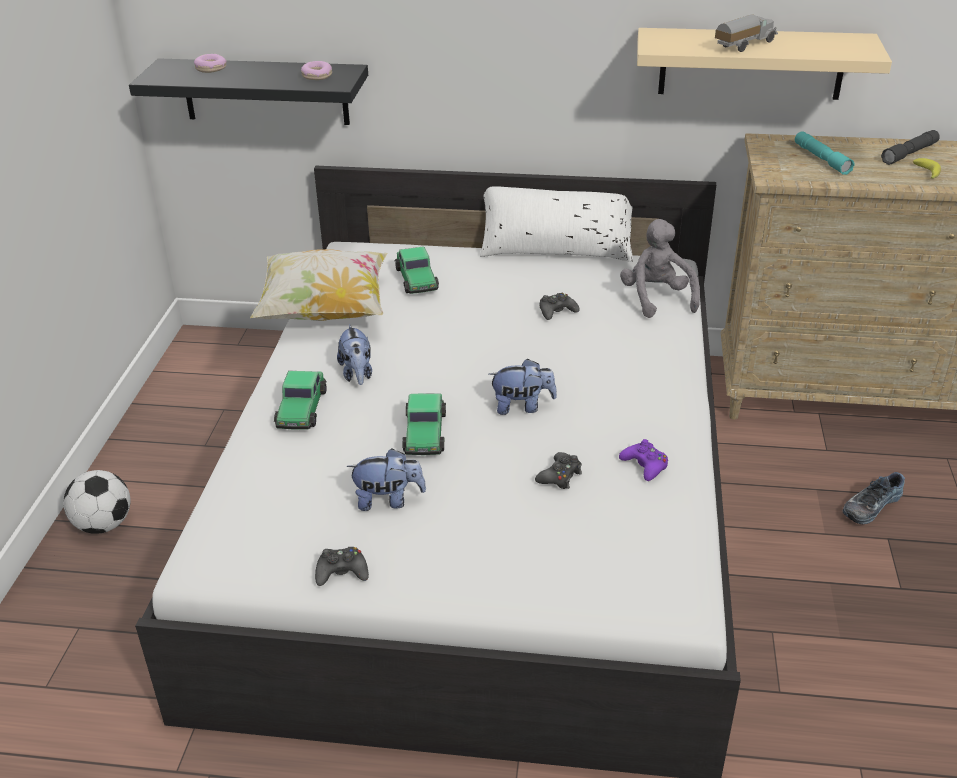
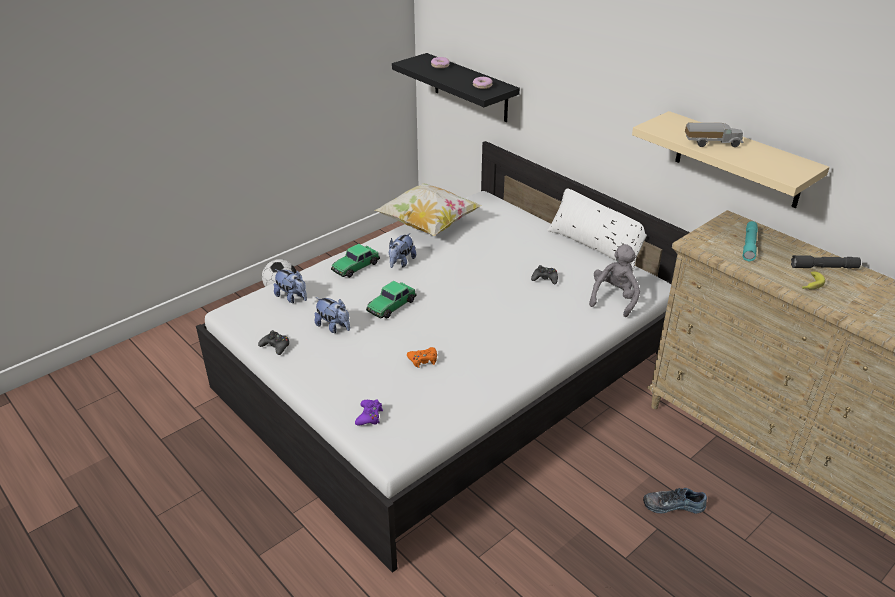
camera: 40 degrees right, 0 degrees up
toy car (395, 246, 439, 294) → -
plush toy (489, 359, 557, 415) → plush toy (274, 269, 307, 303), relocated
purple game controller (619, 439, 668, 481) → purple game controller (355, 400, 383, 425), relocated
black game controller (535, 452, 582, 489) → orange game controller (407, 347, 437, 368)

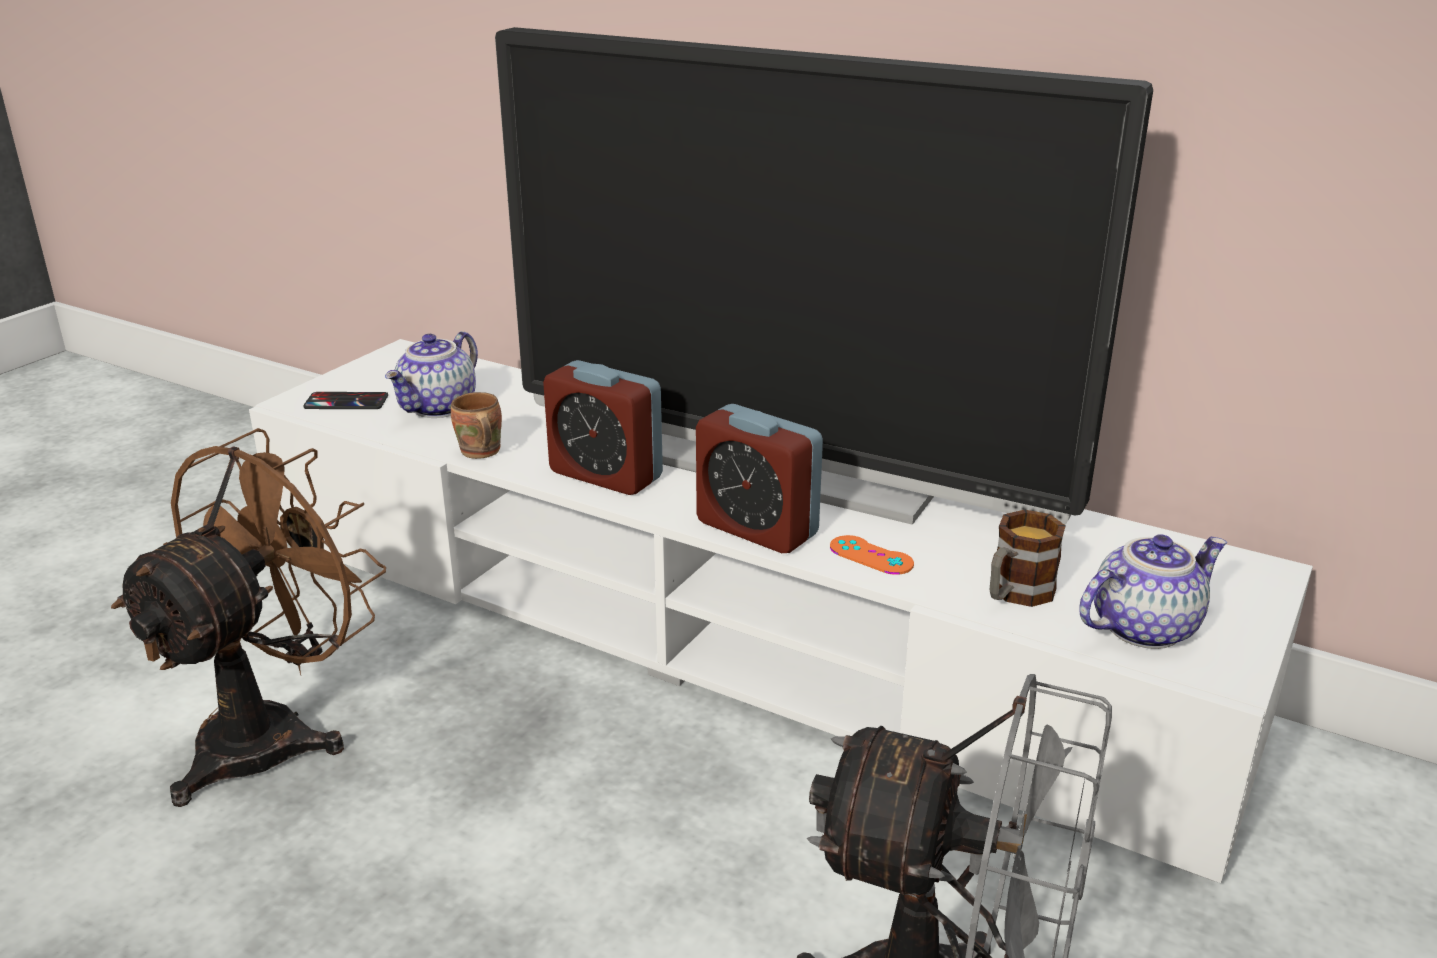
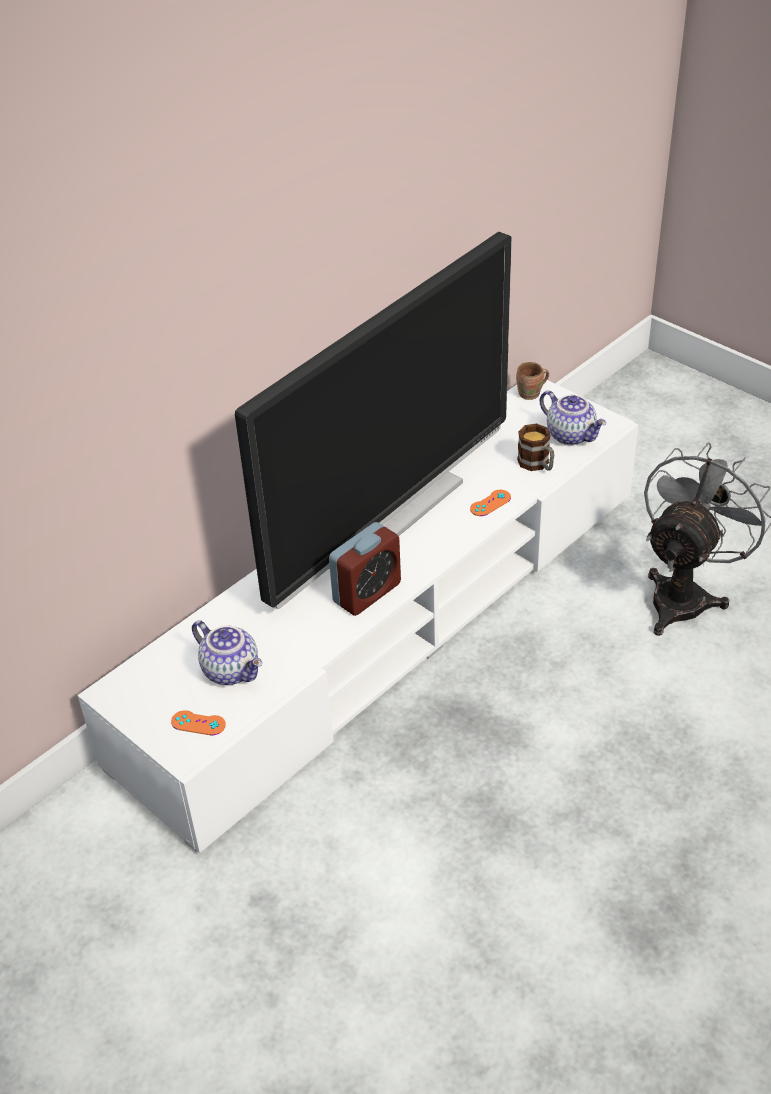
camera: 75 degrees left, 15 degrees up
phone (303, 392, 388, 409) → orange game controller (171, 710, 226, 735)
brown mug (451, 392, 502, 459) → brown mug (516, 362, 549, 400), relocated
alarm clock (696, 404, 823, 553) → -
brown fan (111, 428, 386, 807) → -
teapot (1079, 534, 1227, 649) → teapot (540, 391, 606, 445), 150 degrees clockwise

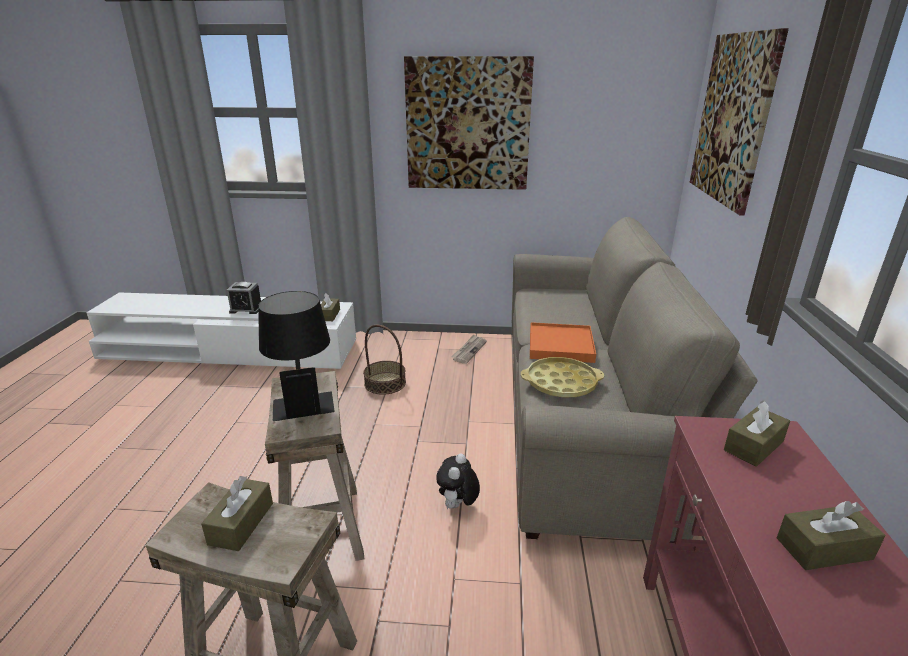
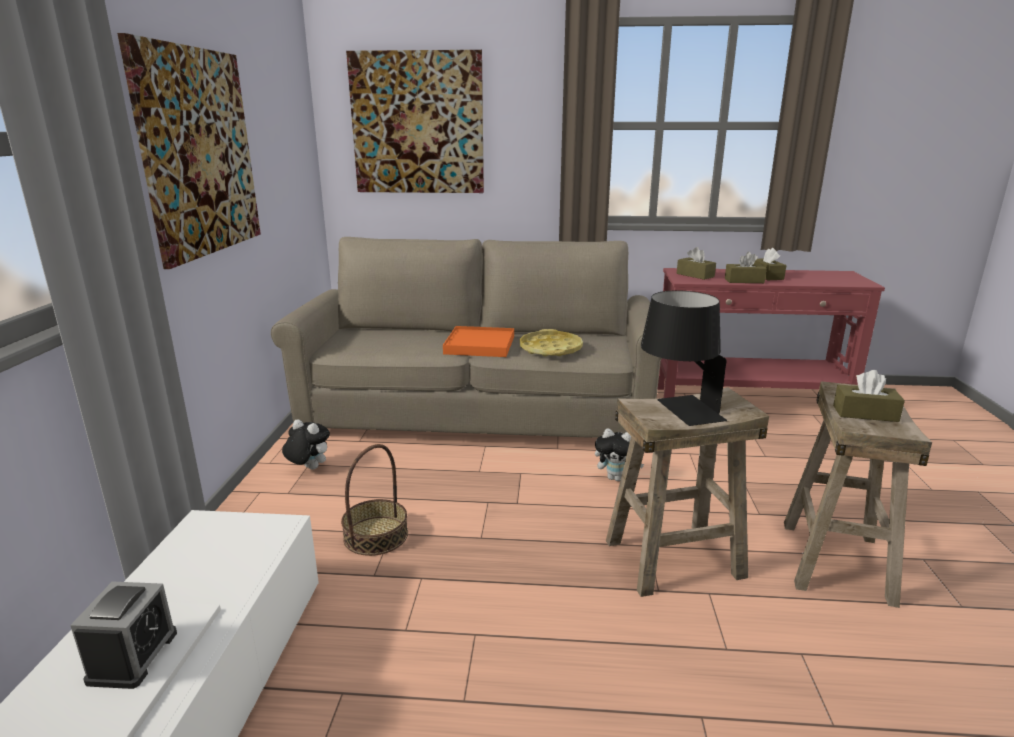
camera: 90 degrees left, 5 degrees down
brown tissue box (321, 293, 340, 321) → brown tissue box (725, 252, 767, 283), relocated
newspaper (451, 335, 487, 364) → plush toy (282, 419, 330, 470)

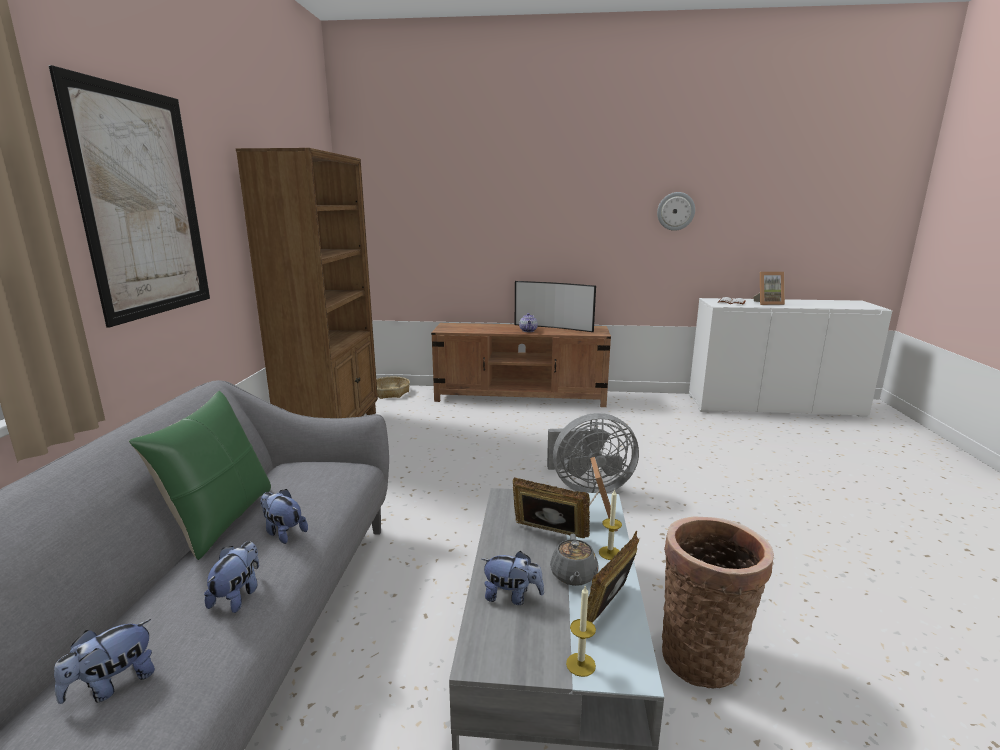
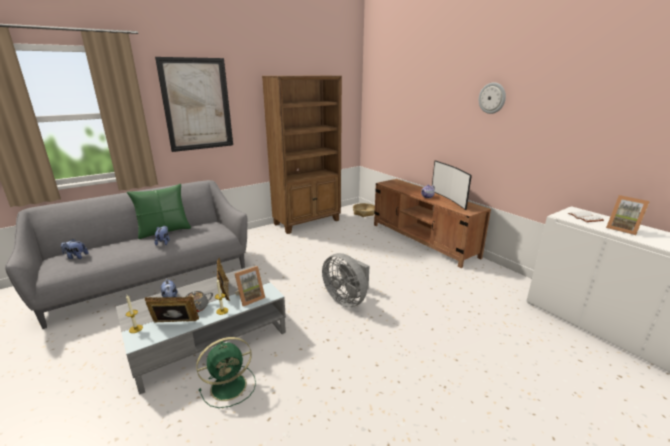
camera: 50 degrees right, 5 degrees up
wall clock (657, 192, 695, 231) → wall clock (479, 82, 506, 114), relocated
basket (662, 516, 774, 689) → green fan (196, 337, 256, 408)
plush toy (204, 541, 259, 613) → -

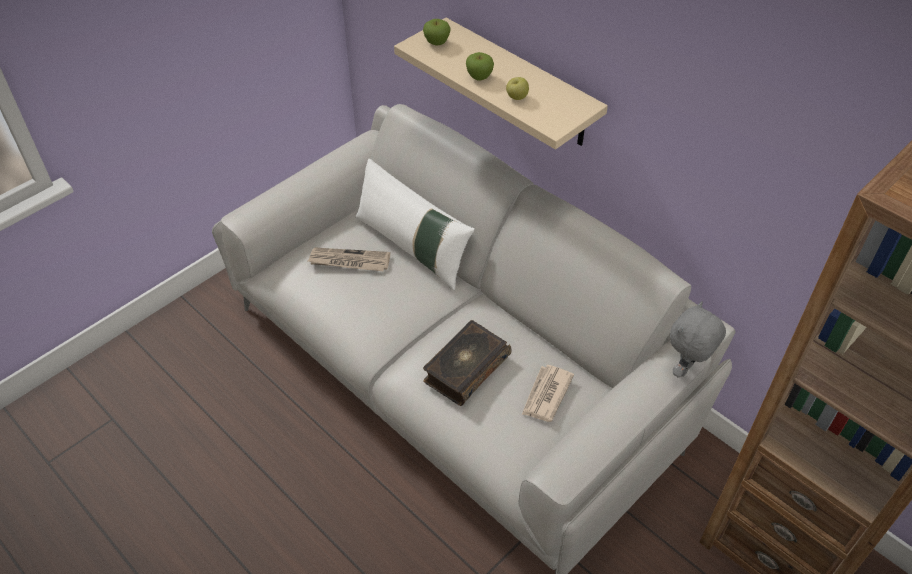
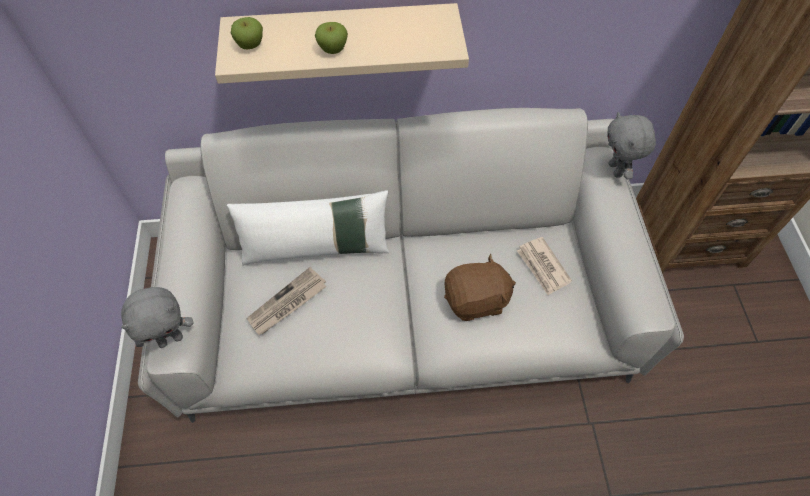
camera: 50 degrees left, 10 degrees up
apple (506, 77, 529, 100) → -
book (423, 320, 512, 406) → brown plush toy (444, 254, 516, 321)
- → grey plush toy (121, 287, 194, 348)

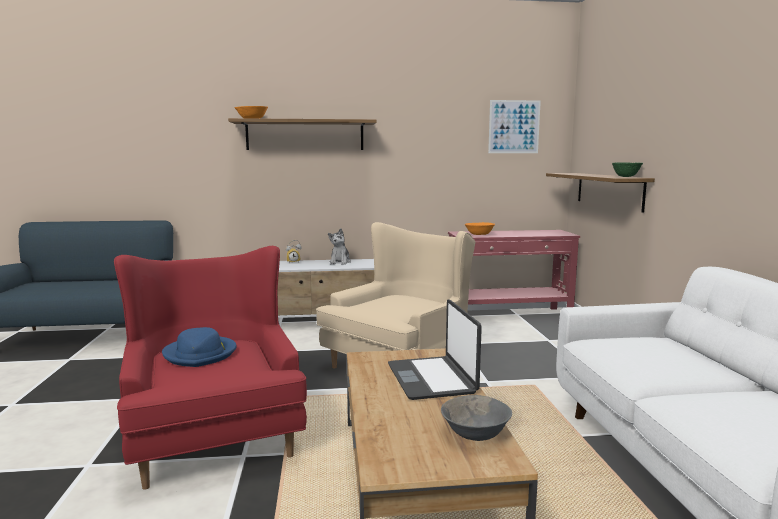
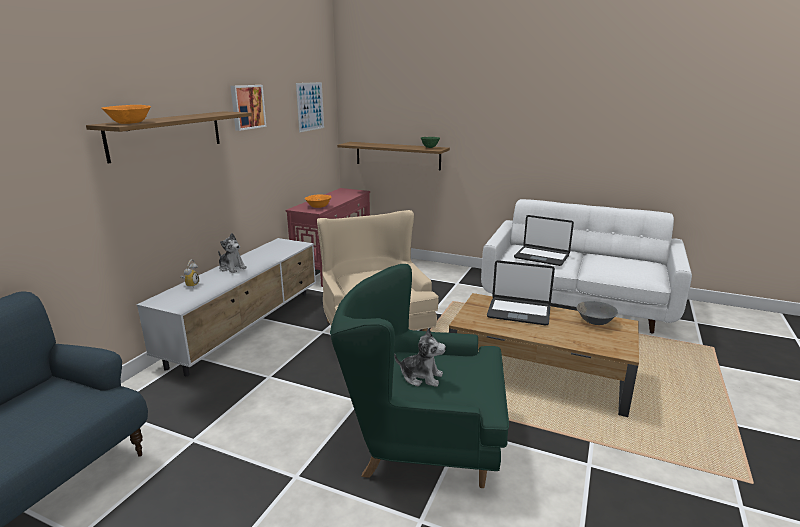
camera: 60 degrees left, 10 degrees up
red armchair (114, 246, 307, 490) → green armchair (330, 264, 509, 488)
blue hat (162, 327, 237, 367) → plush toy (394, 328, 446, 387)
- → picture (231, 85, 266, 131)
- → laptop (514, 215, 574, 266)

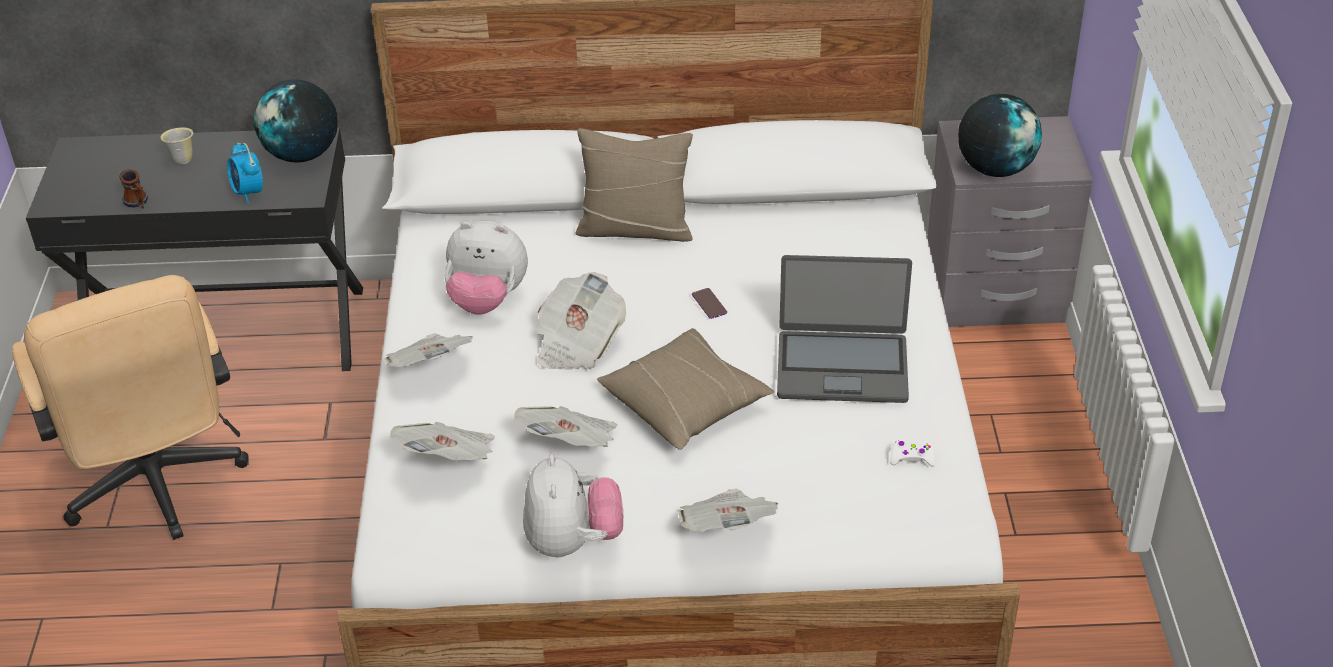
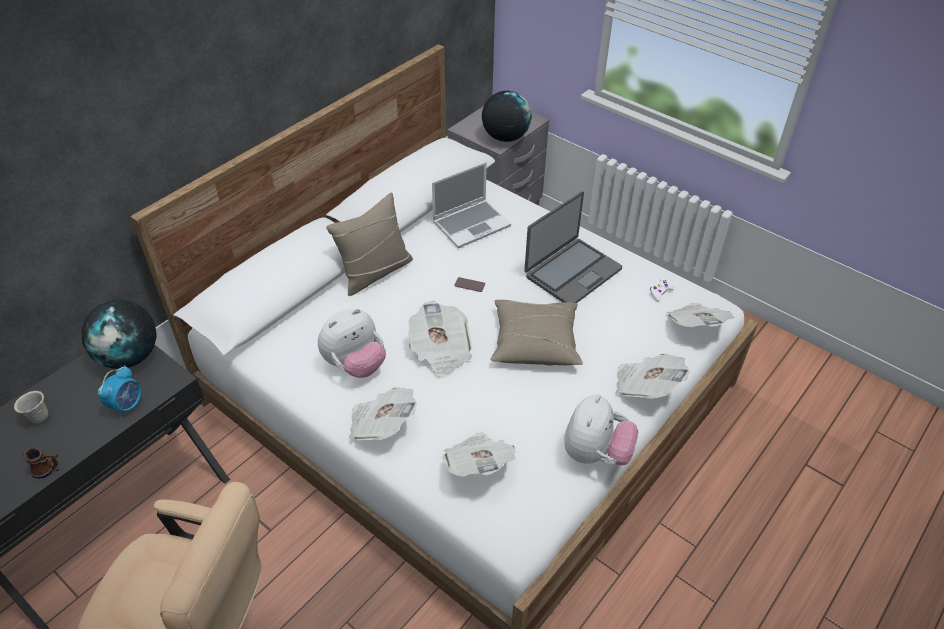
camera: 50 degrees left, 5 degrees up
alarm clock (227, 142, 263, 203) → alarm clock (97, 366, 142, 419), 75 degrees counterclockwise
newspaper (514, 406, 617, 447) → newspaper (666, 303, 735, 327), relocated
plush toy (523, 454, 623, 558) → plush toy (564, 394, 638, 465), 75 degrees clockwise
- → laptop (432, 162, 511, 248)

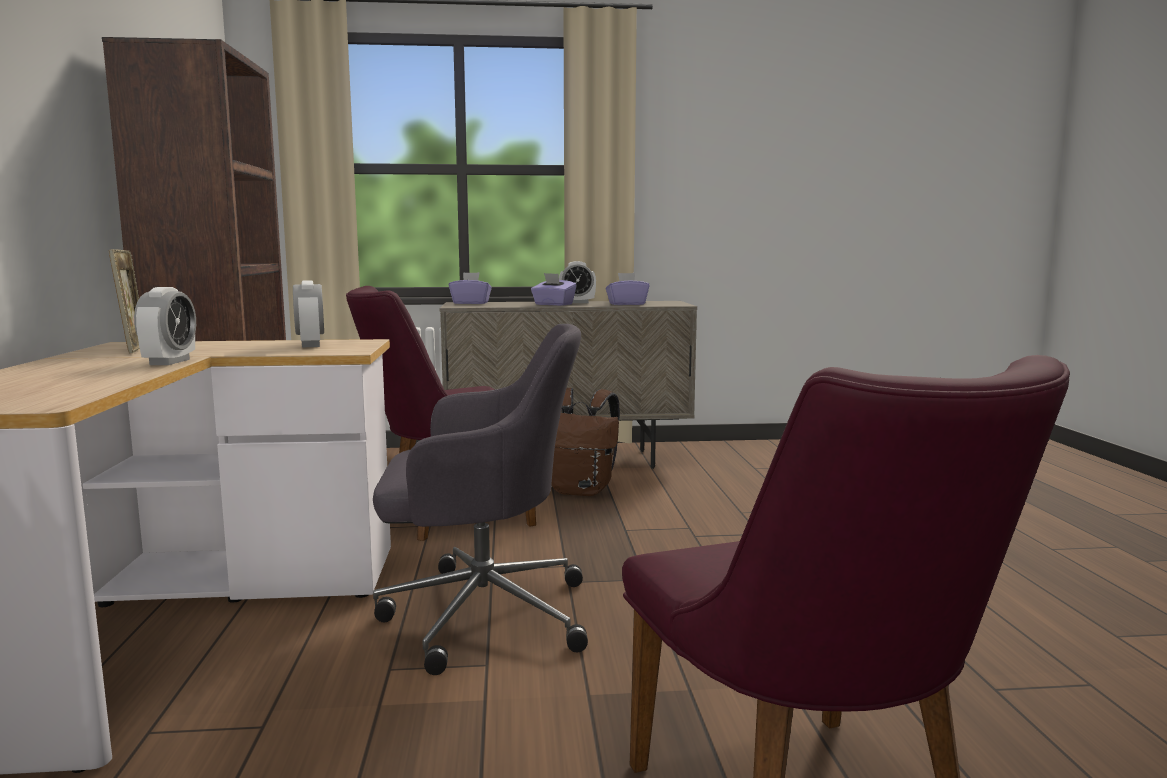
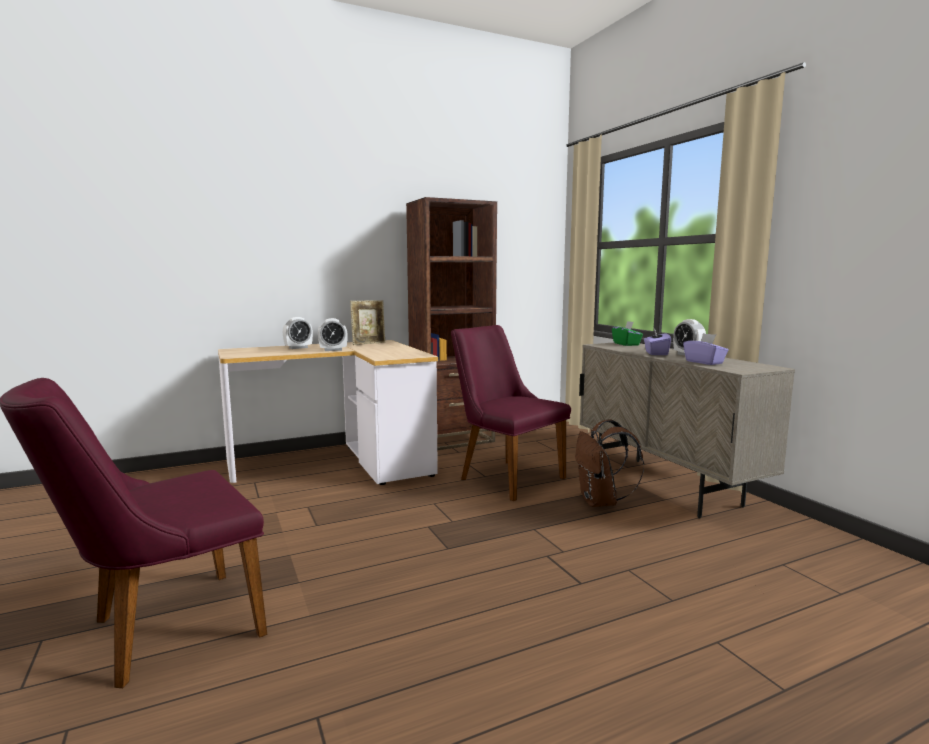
camera: 70 degrees right, 0 degrees up
purple tissue box (449, 272, 492, 304) → green tissue box (612, 321, 643, 346)
alarm clock (293, 280, 324, 348) → alarm clock (283, 317, 313, 349), relocated
grey office chair (373, 324, 588, 675) → -

